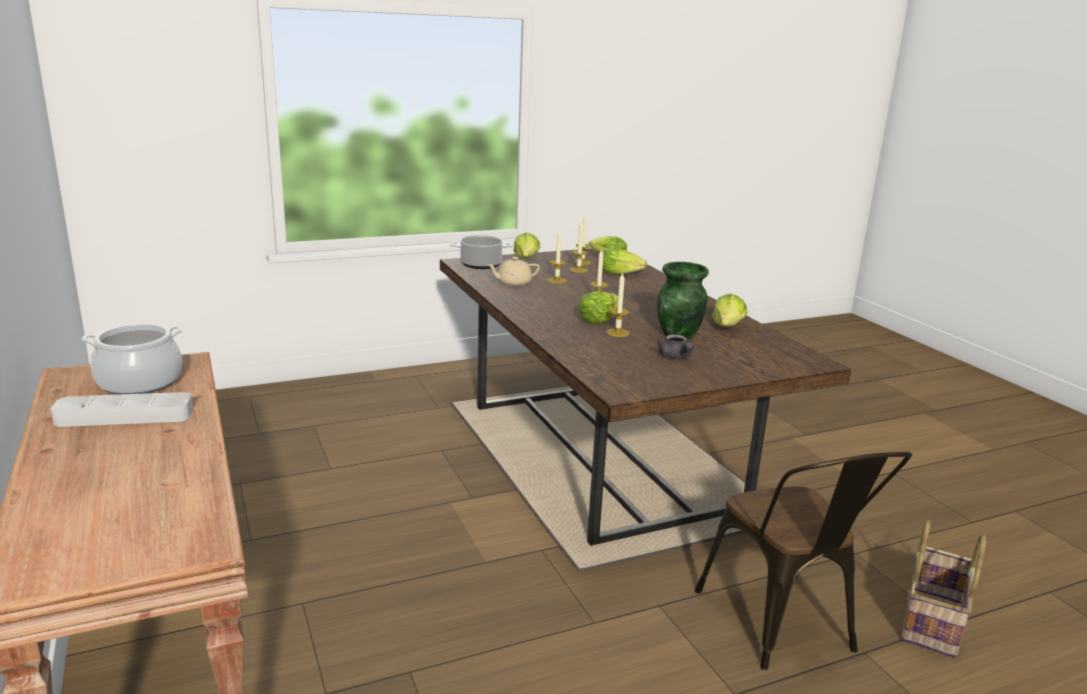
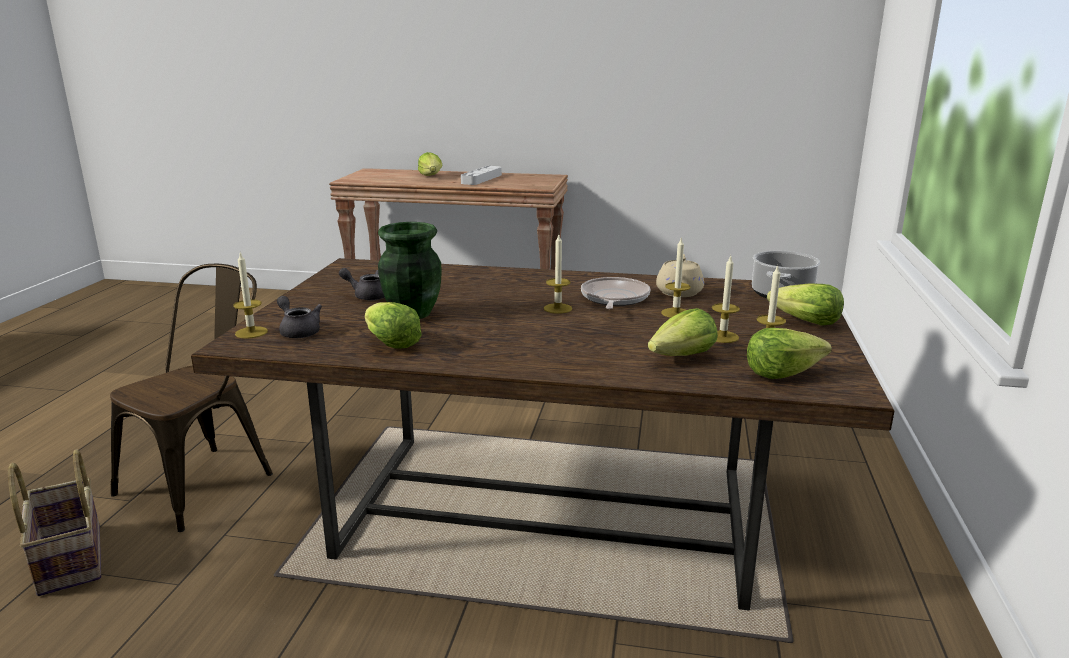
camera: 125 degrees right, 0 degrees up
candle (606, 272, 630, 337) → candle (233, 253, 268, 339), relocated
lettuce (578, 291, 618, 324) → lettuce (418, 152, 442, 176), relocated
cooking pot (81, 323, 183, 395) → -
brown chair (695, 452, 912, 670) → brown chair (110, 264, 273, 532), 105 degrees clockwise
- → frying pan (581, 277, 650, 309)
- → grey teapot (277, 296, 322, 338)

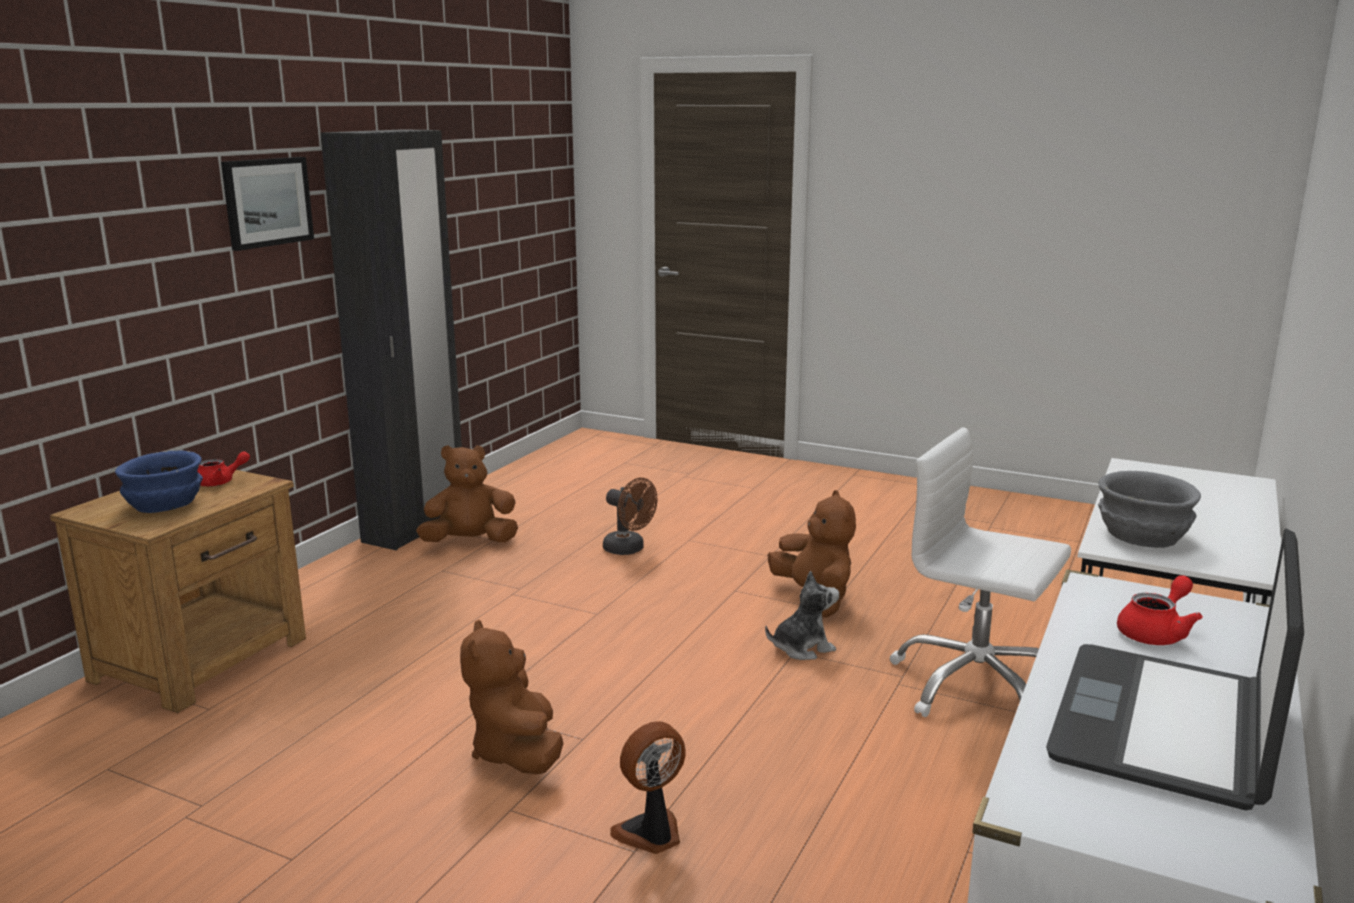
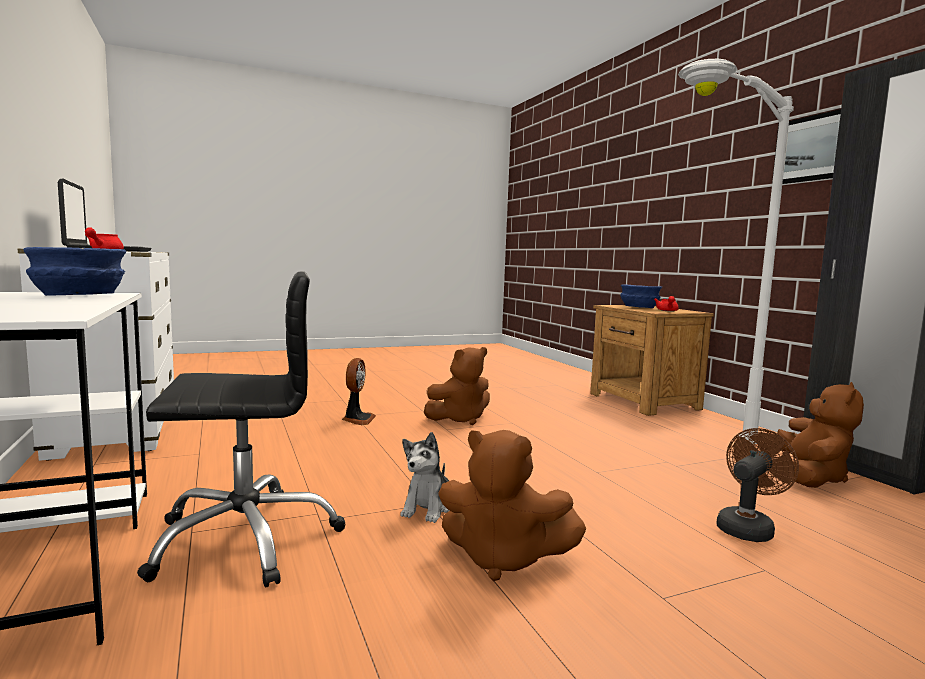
camera: 130 degrees right, 10 degrees down
white office chair (889, 427, 1071, 717) → black office chair (137, 271, 346, 588)
grey bowl (1098, 471, 1201, 548) → blue bowl (23, 247, 126, 296)
brown fan (603, 478, 657, 555) → brown fan (717, 428, 799, 542), 150 degrees clockwise
brown plush toy (460, 620, 563, 774) → brown plush toy (424, 347, 490, 425), 120 degrees clockwise
- → white floor lamp (678, 59, 794, 444)

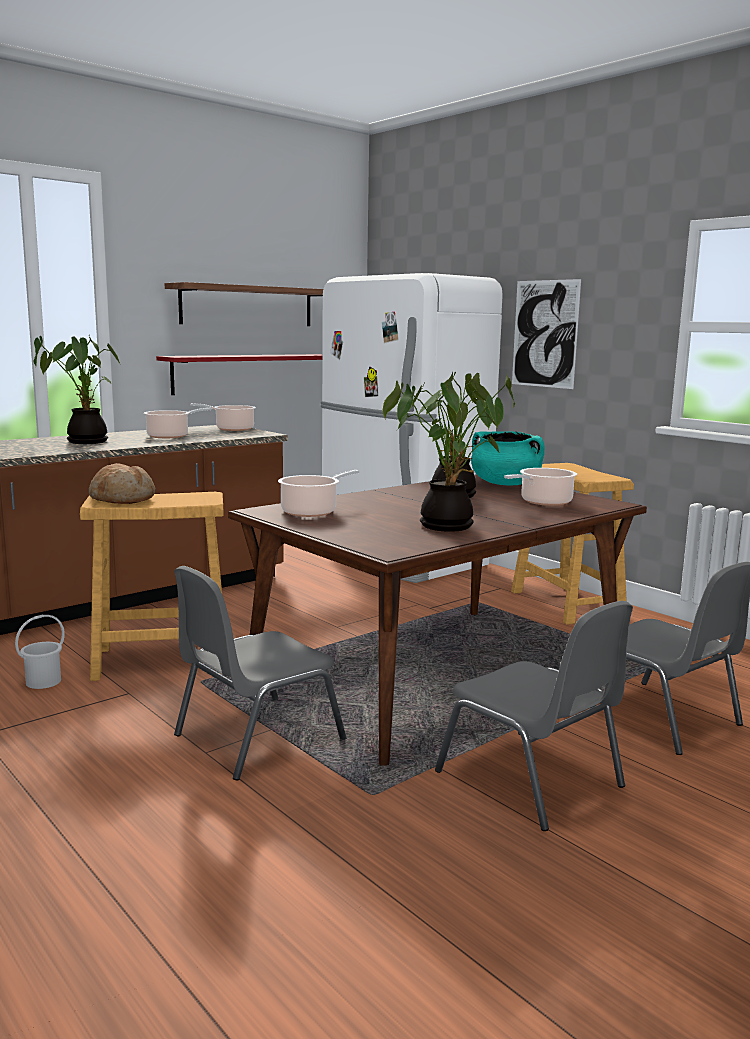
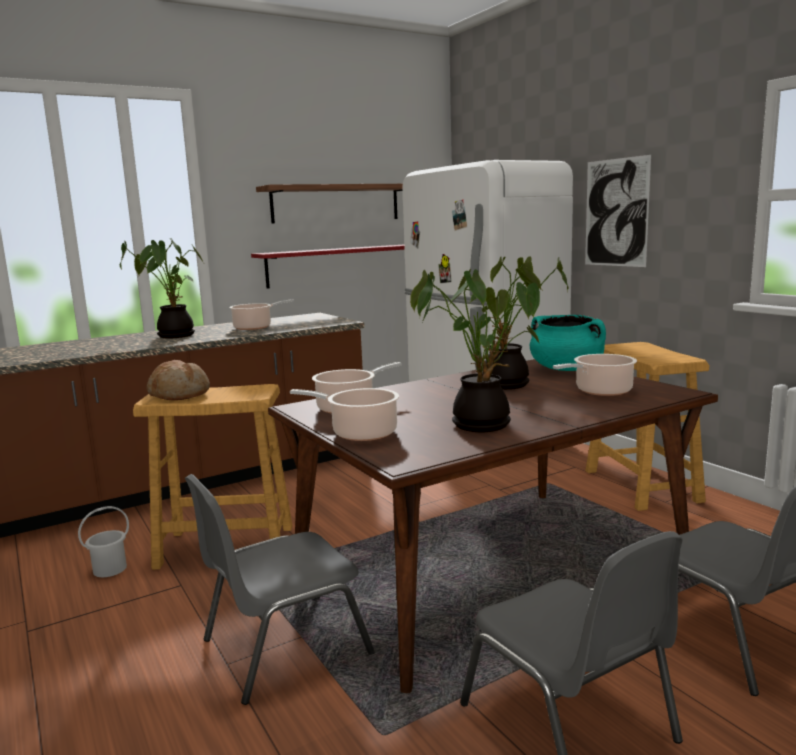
camera: 10 degrees right, 0 degrees up
cooking pot (190, 403, 256, 431) → cooking pot (290, 388, 399, 441), relocated

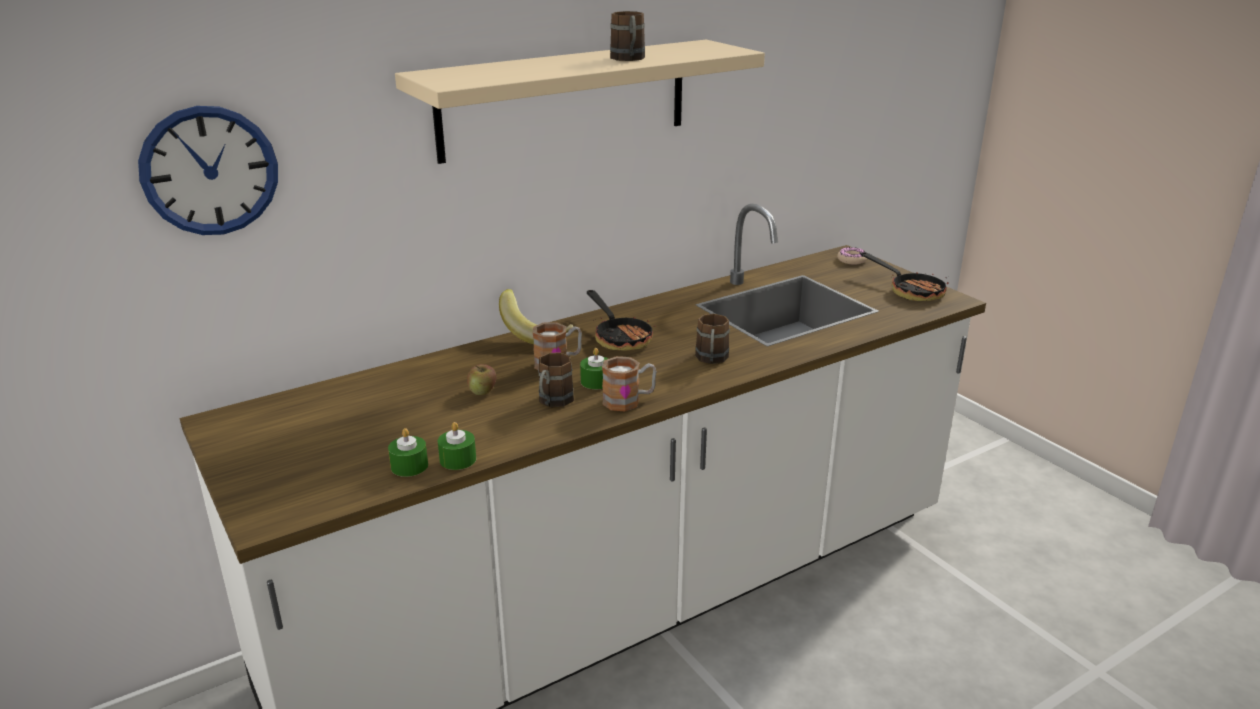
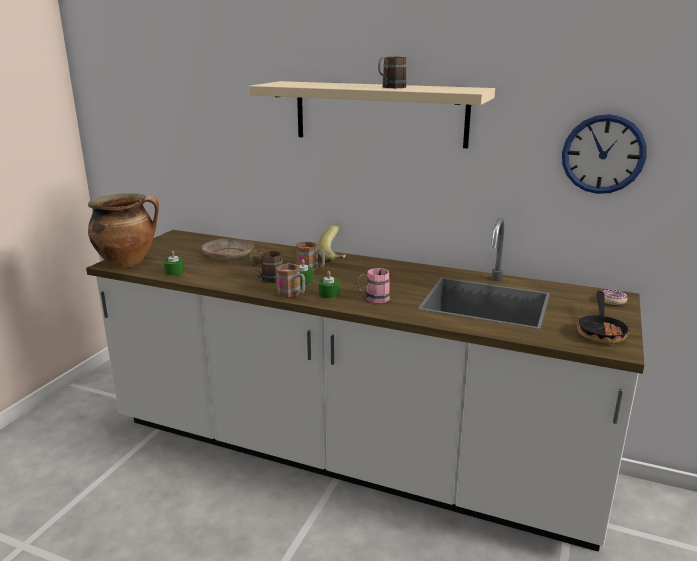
camera: 55 degrees right, 5 degrees down
wall clock (138, 106, 278, 235) → wall clock (562, 114, 647, 194), relocated
frying pan (587, 290, 656, 351) → -
brown mug (695, 314, 730, 364) → pink mug (357, 268, 390, 303)
green candle (438, 422, 476, 470) → green candle (318, 271, 340, 299), relocated
- → cooking pot (88, 193, 159, 268)
- → beige plate (202, 238, 254, 260)

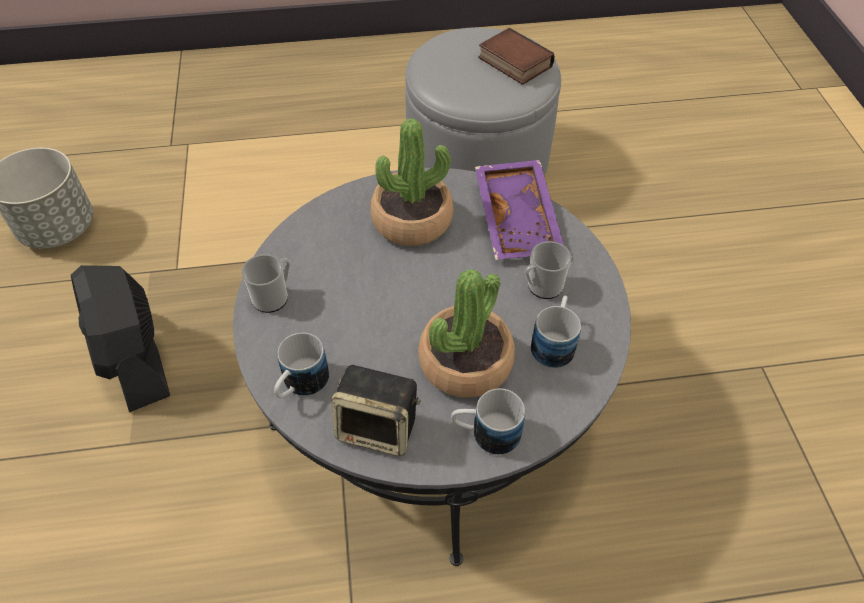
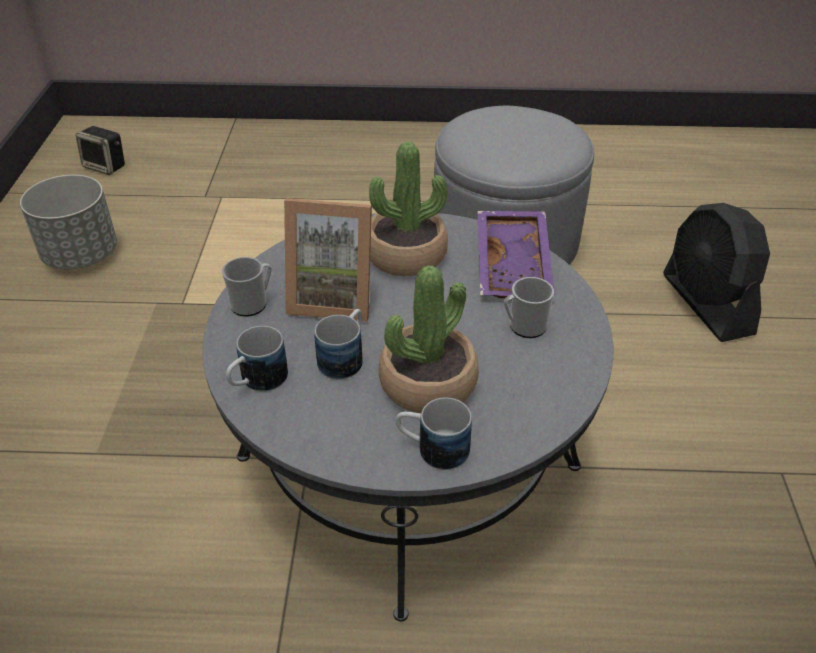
camera: 10 degrees right, 10 degrees down
book (479, 28, 555, 85) → -
black fan (71, 265, 170, 412) → black fan (663, 203, 770, 342), relocated
mug (531, 296, 581, 368) → mug (314, 309, 362, 379), relocated
speaker (331, 365, 421, 456) → speaker (76, 126, 125, 175), relocated
- → picture frame (284, 198, 372, 322)

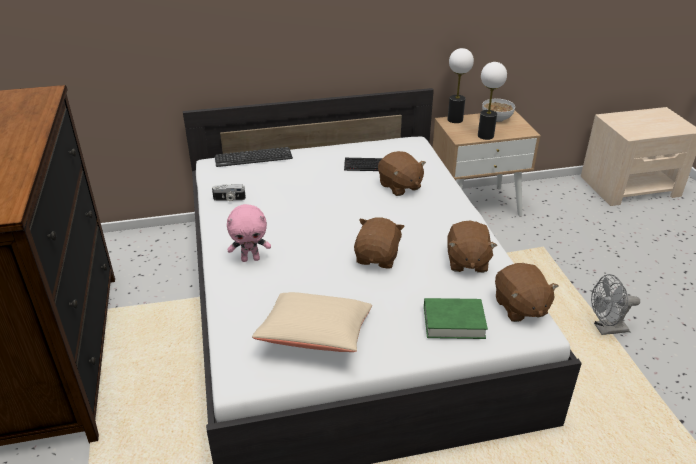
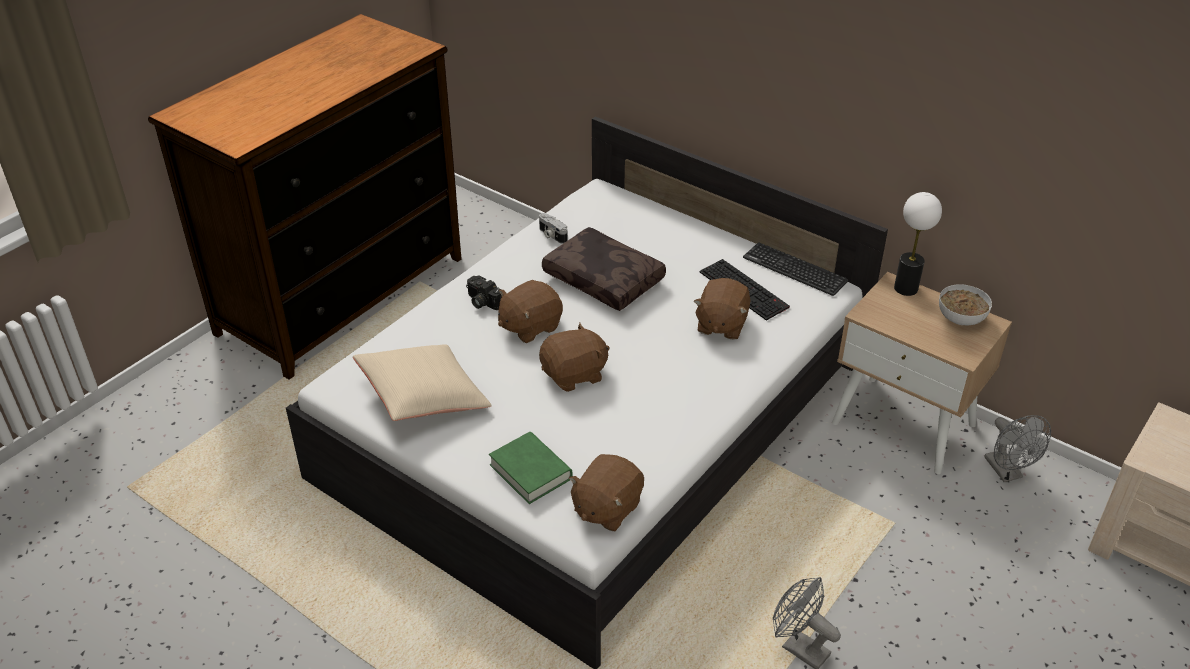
camera: 50 degrees right, 5 degrees up
table lamp (478, 62, 507, 140) → -
keyboard (215, 147, 293, 167) → keyboard (743, 242, 848, 296), relocated
pink plush toy (227, 204, 271, 262) → photo camera (466, 276, 502, 310)
brown plush toy (447, 221, 497, 273) → brown plush toy (498, 280, 563, 343), relocated
- → brown pillow (542, 227, 666, 311)
- → grey fan (984, 415, 1051, 482)

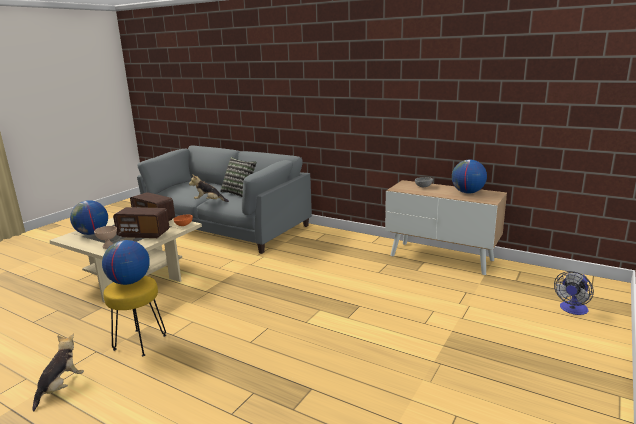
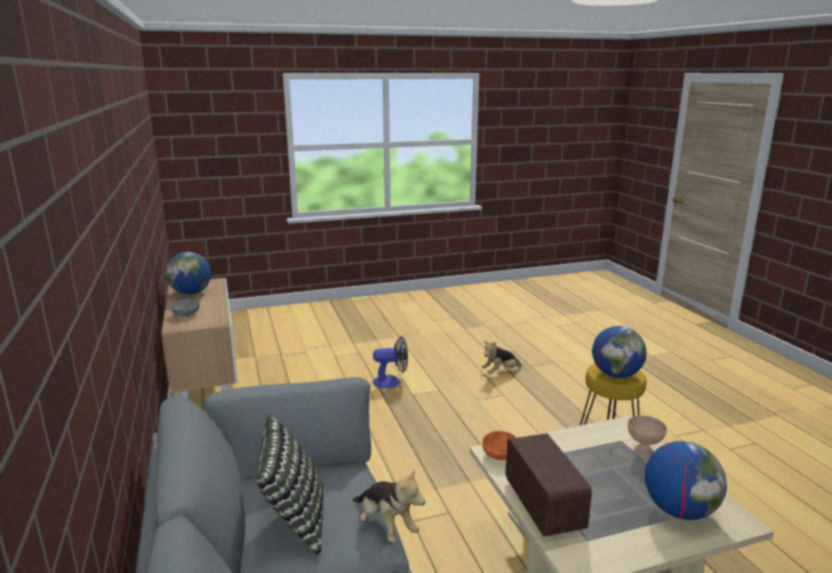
camera: 140 degrees left, 0 degrees up
radio (113, 207, 169, 238) → -
fan (554, 271, 594, 315) → fan (373, 336, 408, 389), relocated
plush toy (33, 334, 84, 411) → plush toy (482, 341, 522, 374), relocated

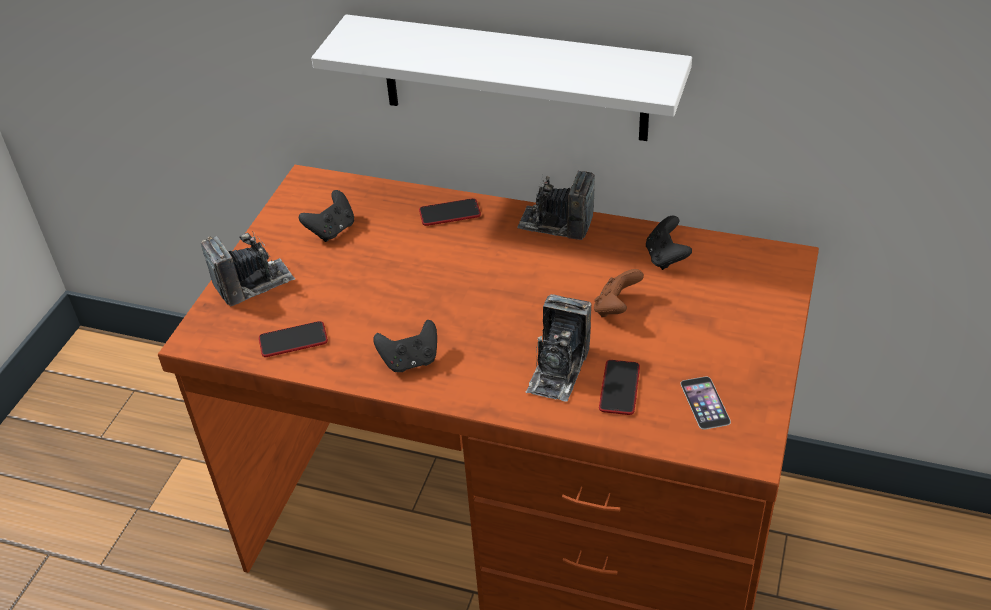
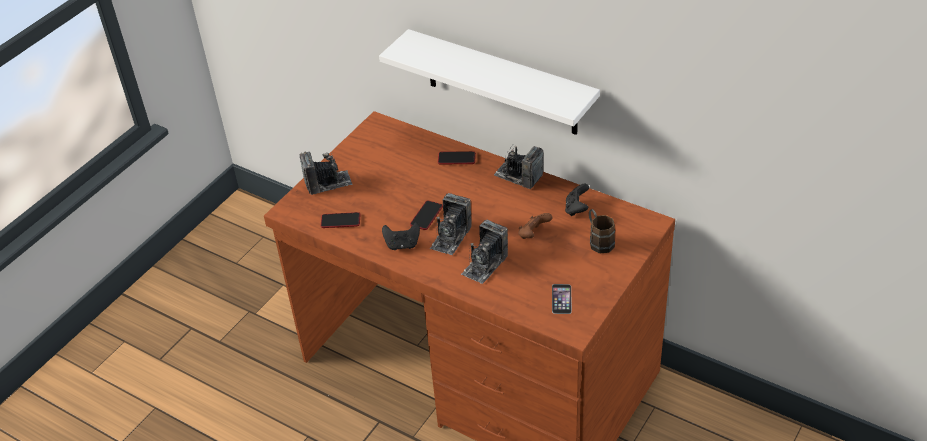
camera: 15 degrees right, 0 degrees up
black game controller (299, 190, 354, 242) → -
phone (599, 360, 640, 415) → phone (410, 201, 443, 230), relocated
- → photo camera (430, 193, 471, 255)
- → brown mug (589, 209, 615, 253)

